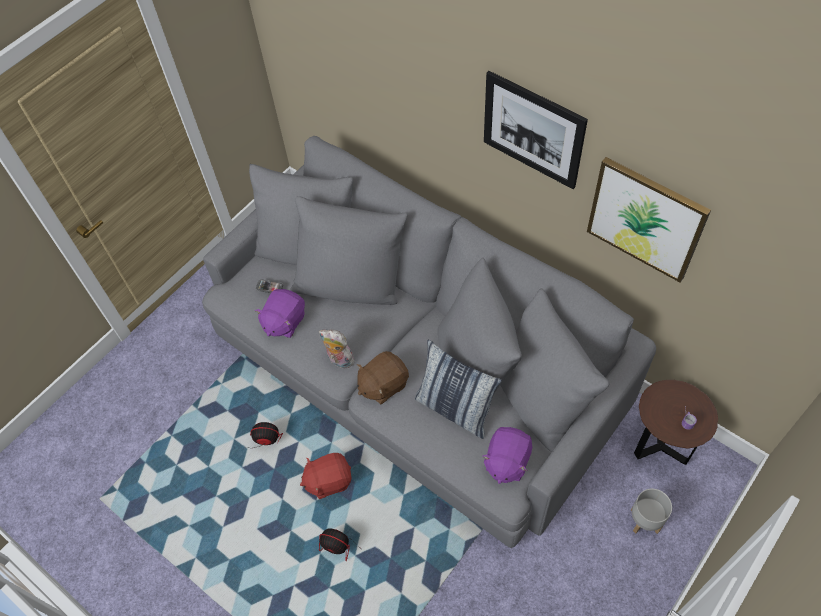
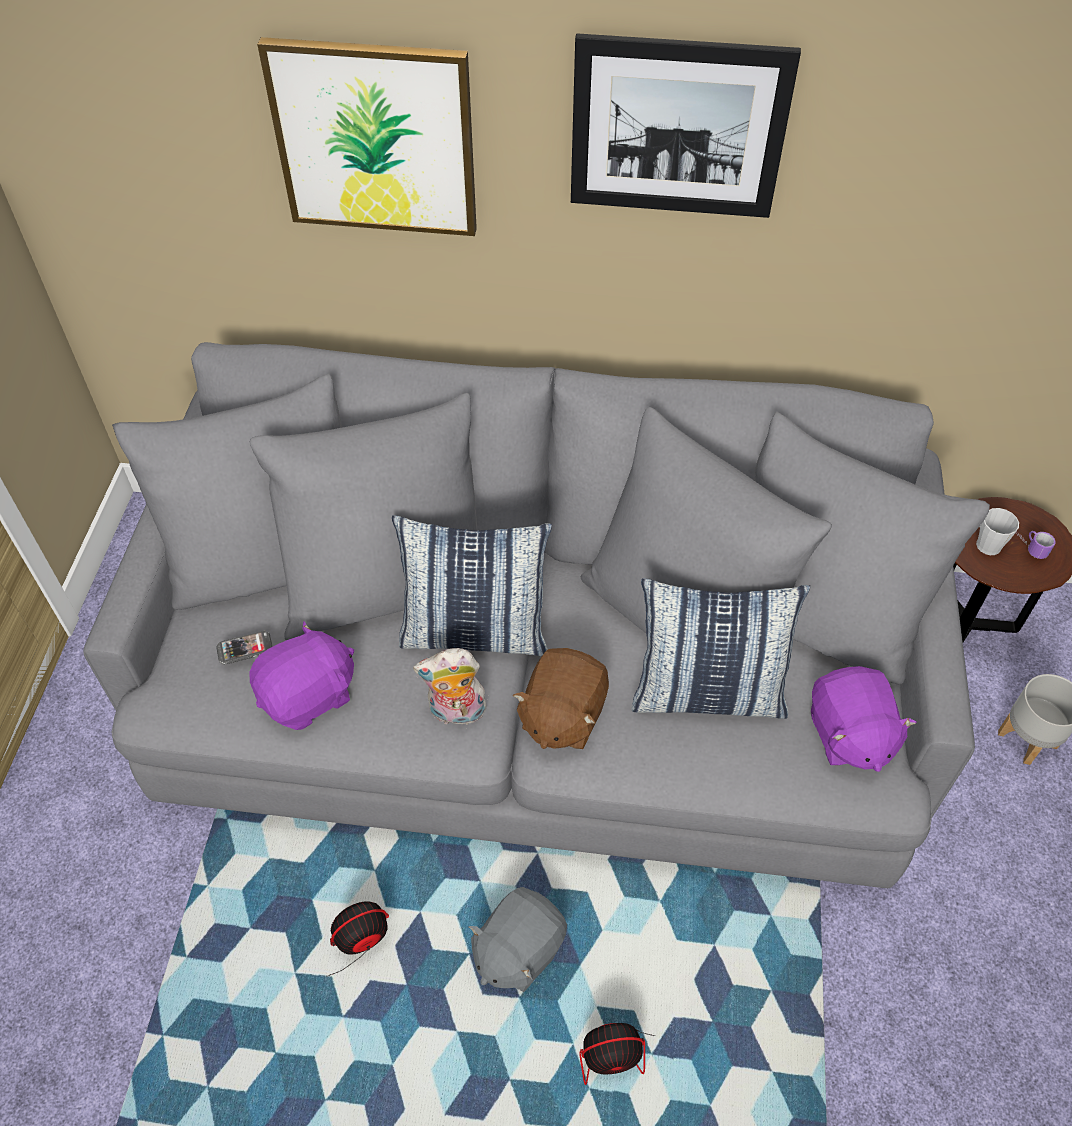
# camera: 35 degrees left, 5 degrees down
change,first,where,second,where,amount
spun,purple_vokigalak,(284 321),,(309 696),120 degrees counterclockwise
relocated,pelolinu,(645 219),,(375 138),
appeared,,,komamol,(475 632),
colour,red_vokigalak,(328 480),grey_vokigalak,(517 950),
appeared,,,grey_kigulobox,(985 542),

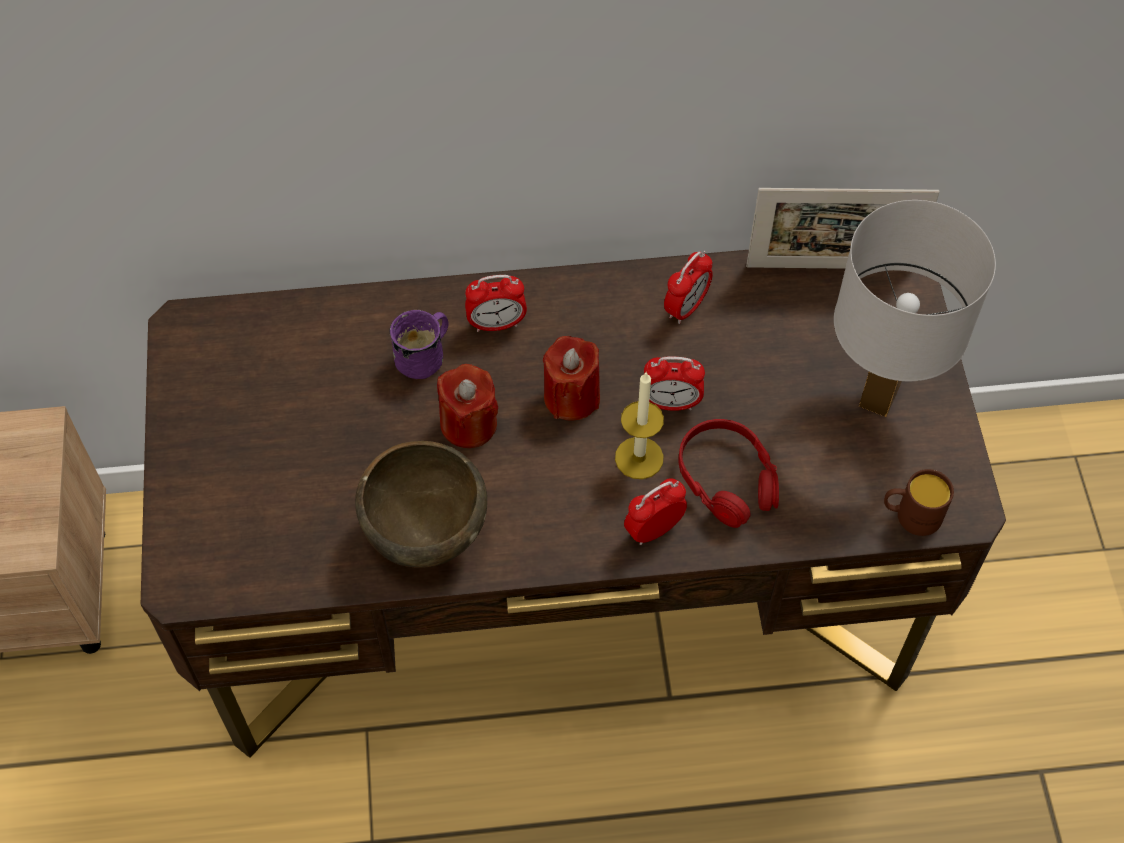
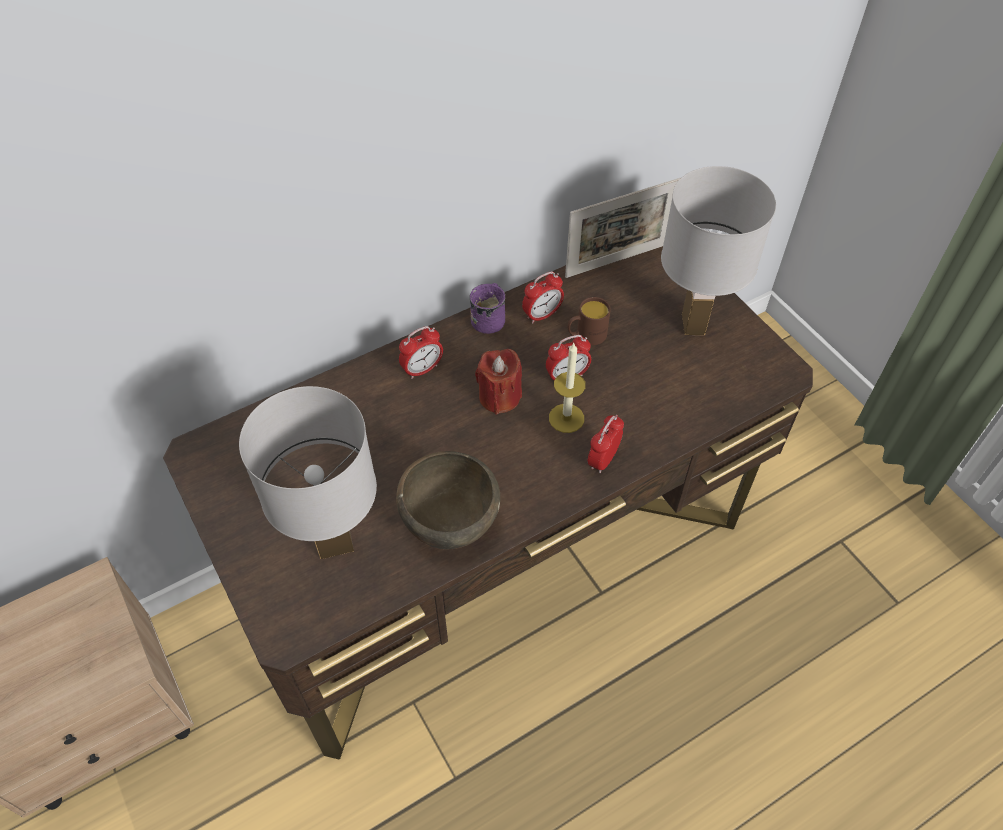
# camera: 25 degrees left, 5 degrees down
change,first,where,second,where,amount
appeared,,,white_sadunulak,(334 546),
relocated,purple_kigulobox,(426 355),,(490 318),
spun,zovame,(686 307),,(542 315),45 degrees clockwise
relocated,brown_kigulobox,(910 515),,(586 336),
missing,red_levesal,(468 424),,,
missing,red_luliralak,(727 480),,,

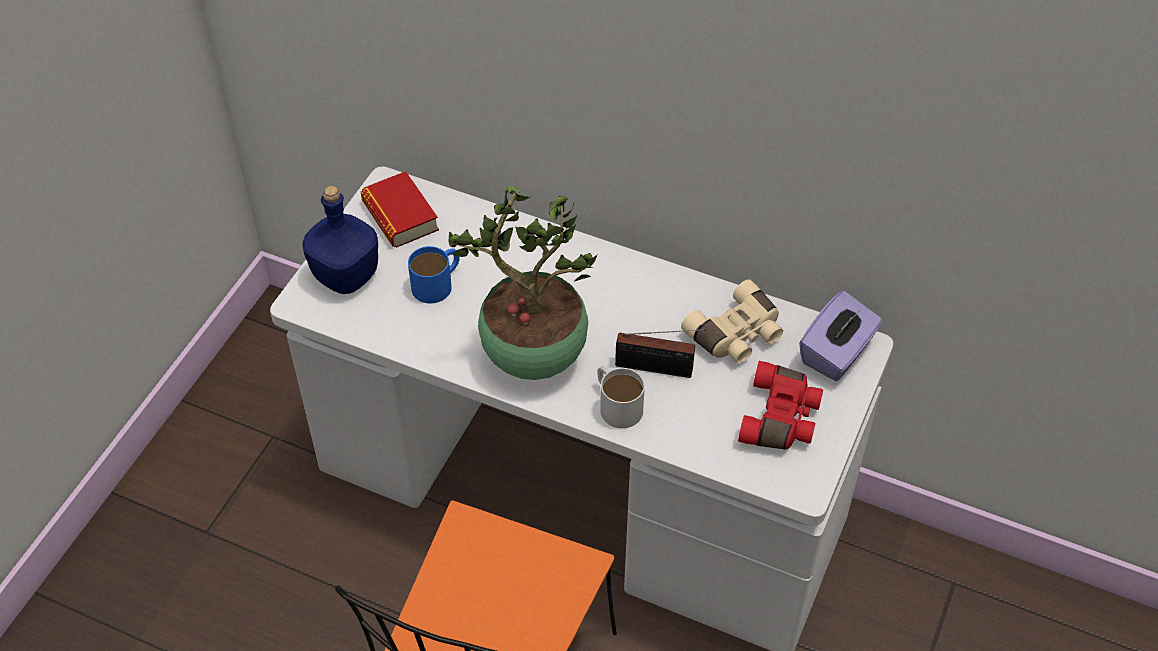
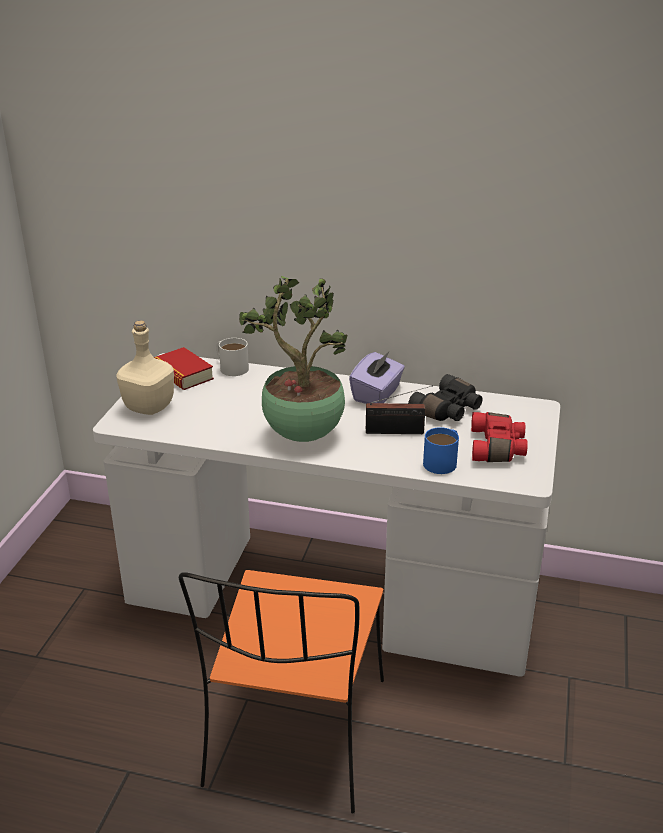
# camera: 10 degrees left, 20 degrees down
change,first,where,second,where,amount
colour,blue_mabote,(347 276),beige_mabote,(150 407),
relocated,white_kigulobox,(616 404),,(230 367),
relocated,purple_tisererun,(837 353),,(377 394),
colour,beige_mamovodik,(737 335),black_mamovodik,(448 410),
relocated,blue_kigulobox,(438 283),,(443 461),

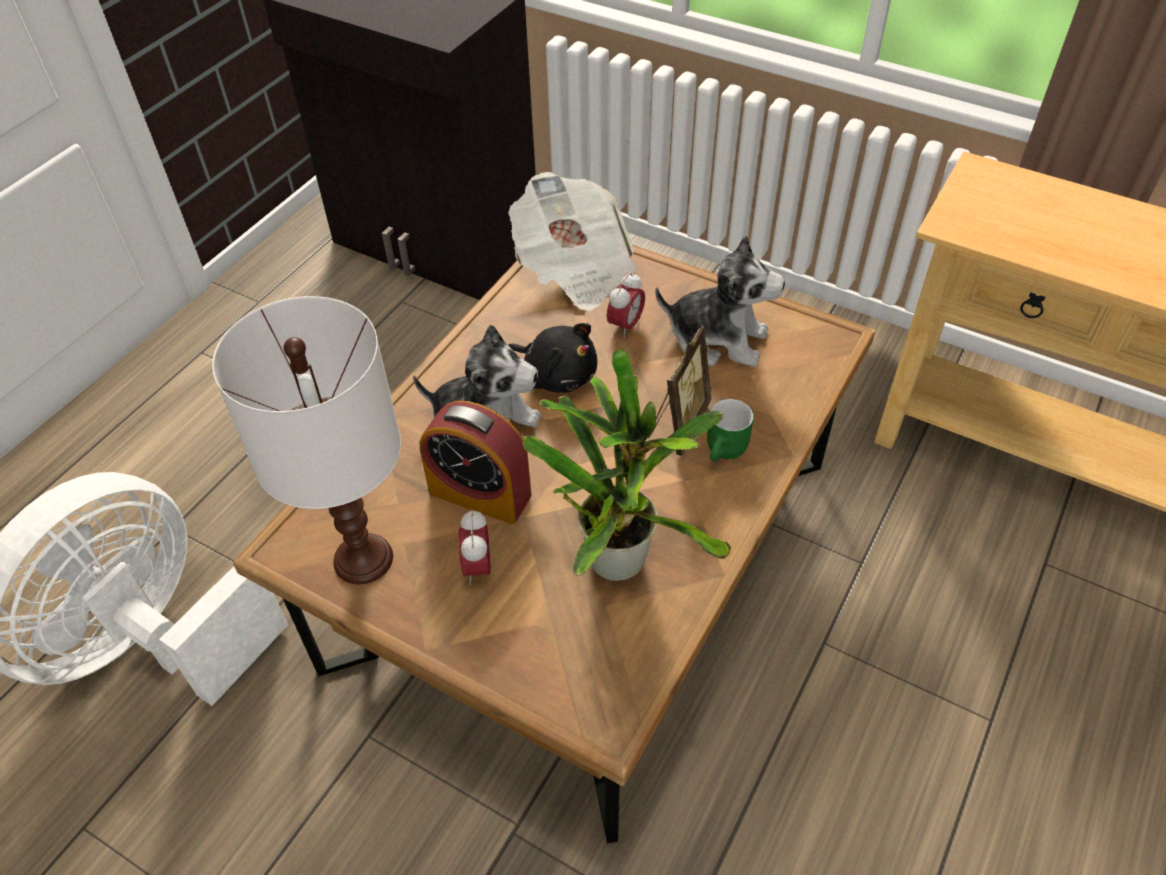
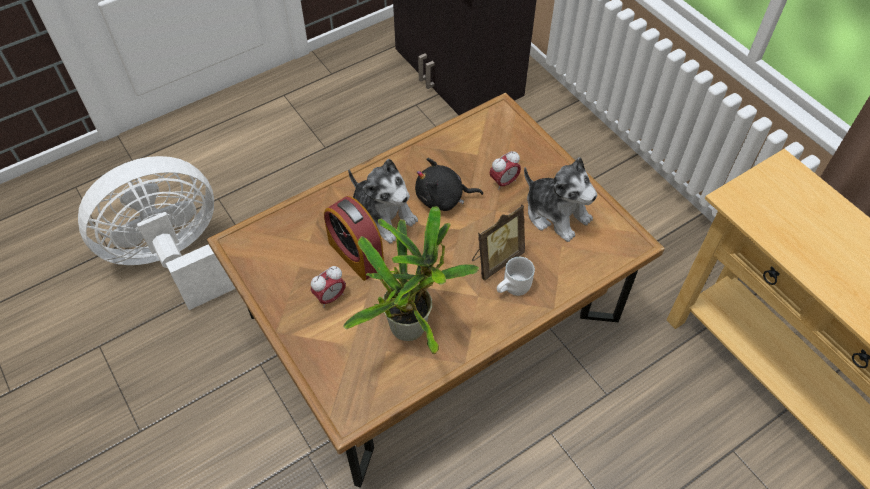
# camera: 25 degrees right, 5 degrees up
change,first,where,second,where,amount
spun,zovame,(478 567),,(330 297),150 degrees counterclockwise
spun,black_vokigalak,(557 374),,(443 198),120 degrees clockwise
colour,green_kigulobox,(727 451),white_kigulobox,(514 289),
missing,white_sadunulak,(363 558),,,
missing,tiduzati,(574 268),,,

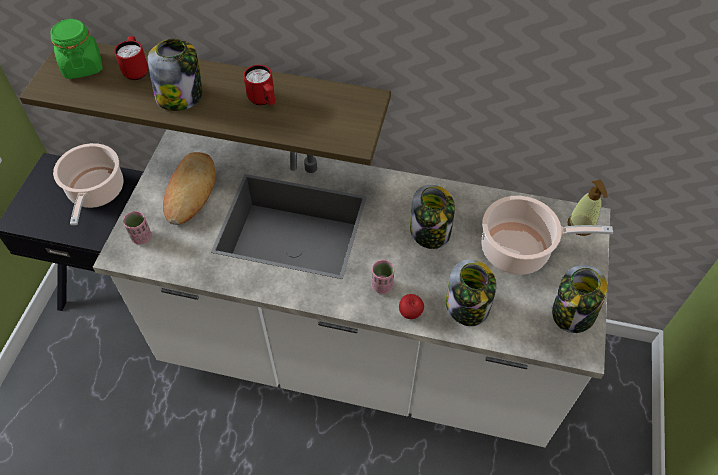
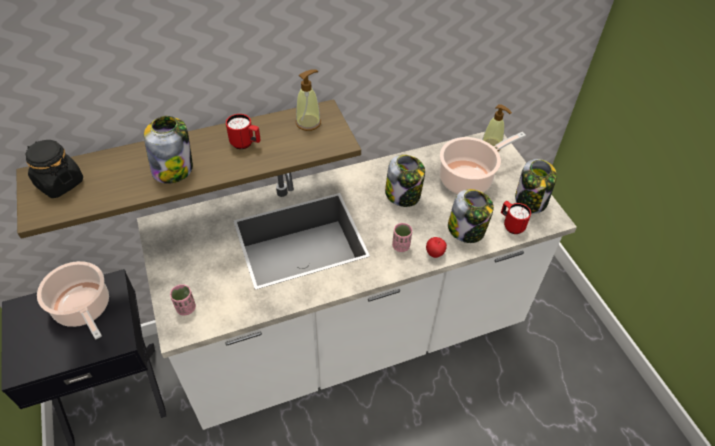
# camera: 35 degrees left, 5 degrees down
change,first,where,second,where,amount
colour,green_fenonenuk,(82 66),black_fenonenuk,(59 183),
appeared,,,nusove,(308 123),
relocated,red_kigulobox,(136 70),,(511 225),
missing,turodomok,(190 191),,,

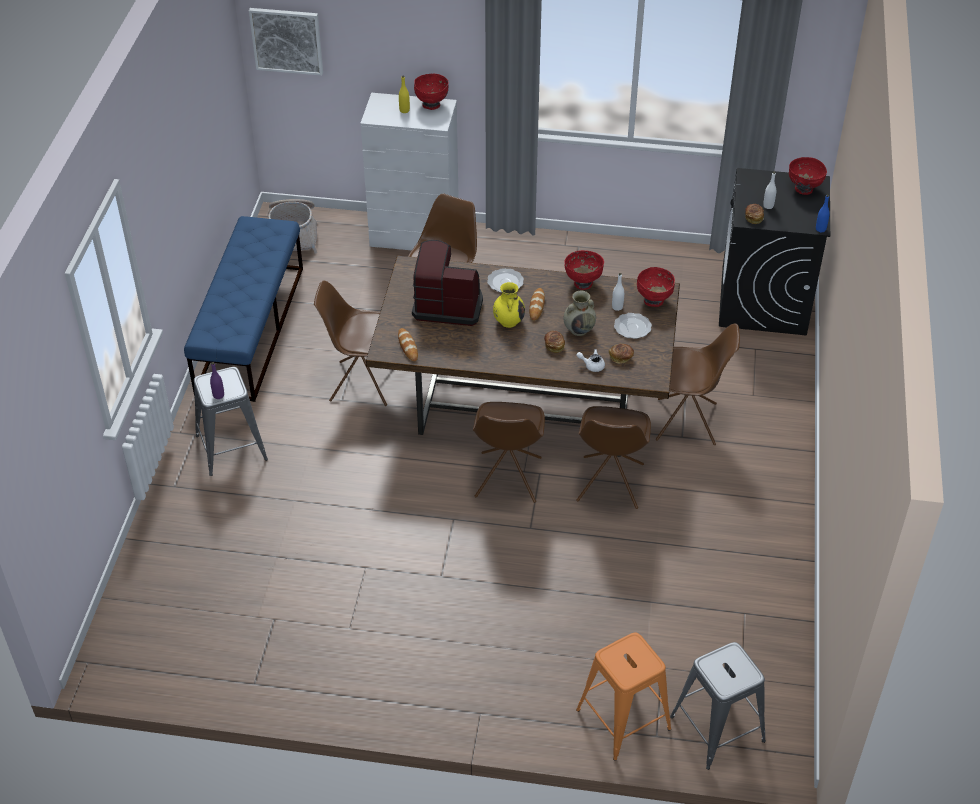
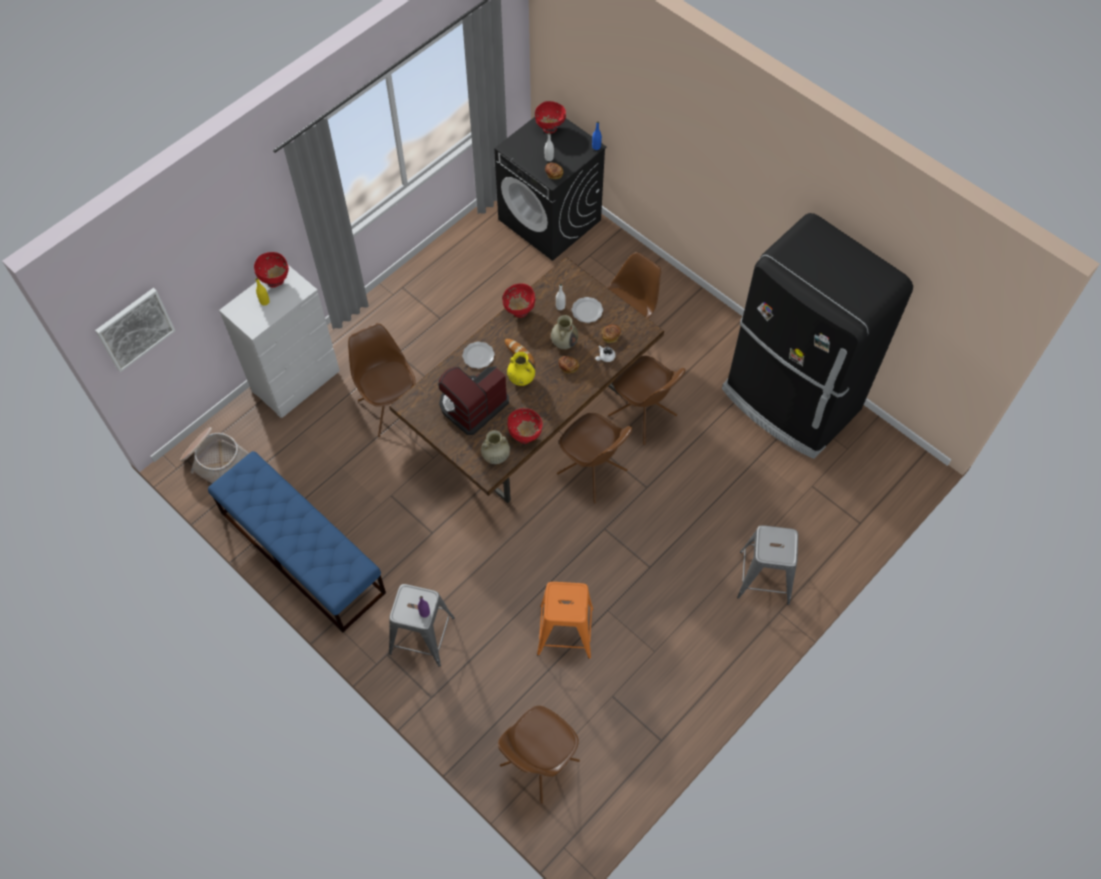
# camera: 55 degrees left, 15 degrees up
change,first,where,second,where,amount
exchanged,turodomok,(408 346),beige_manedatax,(495 456),
relocated,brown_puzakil,(361 383),,(538 764),
relocated,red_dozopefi,(654 301),,(525 435),
relocated,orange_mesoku,(622 719),,(565 631),
appeared,,,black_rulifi,(790 401),
relocated,grey_mesoku,(716 728),,(764 577),

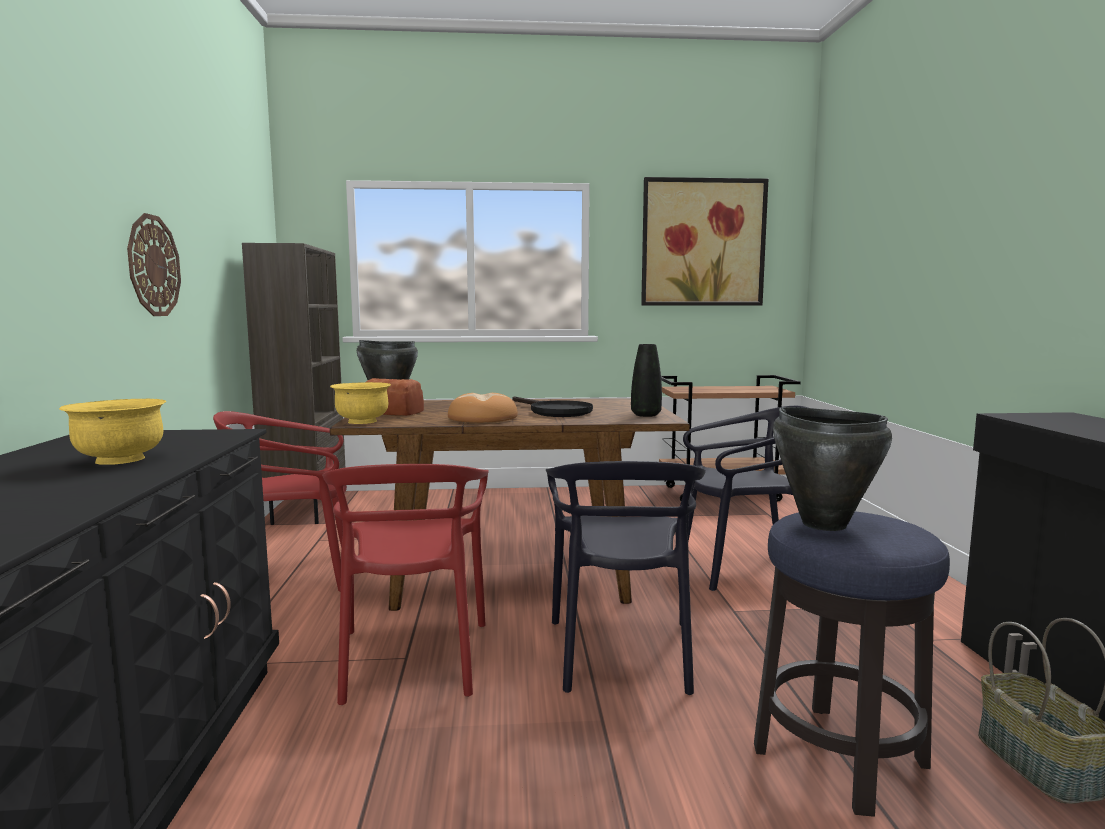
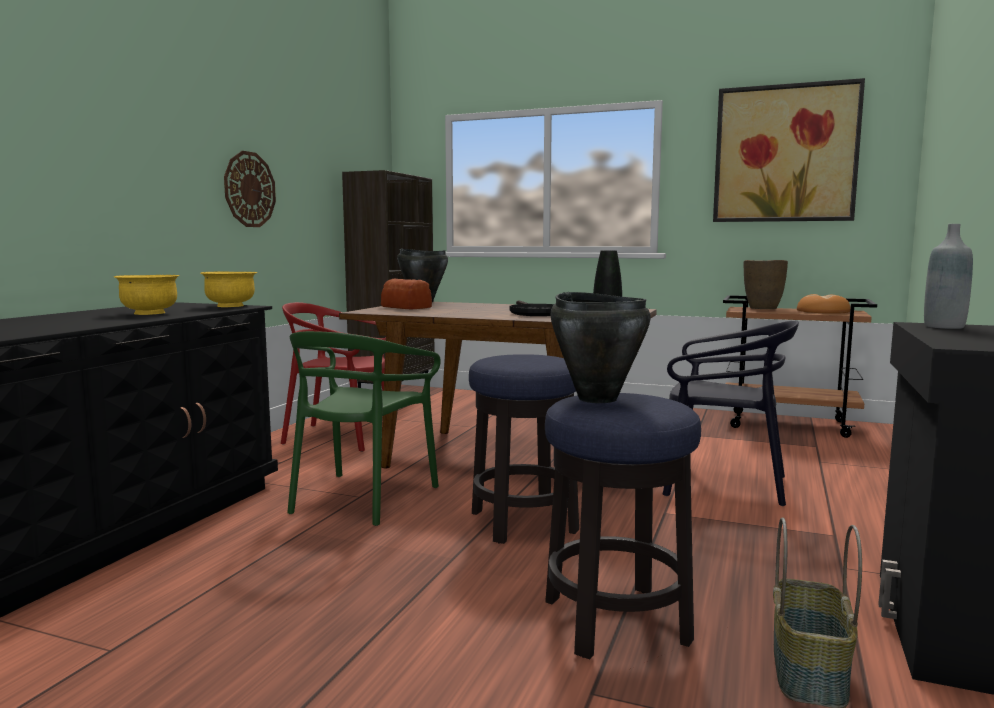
# camera: 25 degrees right, 0 degrees up
change,first,where,second,where,amount
relocated,yellow_dozopefi,(362 421),,(230 306),
colour,red_puzakil,(412 659),green_puzakil,(362 498),
exchanged,black_puzakil,(622 653),mesoku,(523 523),
appeared,,,brown_manedatax,(762 308),
relocated,turodomok,(483 418),,(823 311),
appeared,,,grey_mabote,(944 327),

